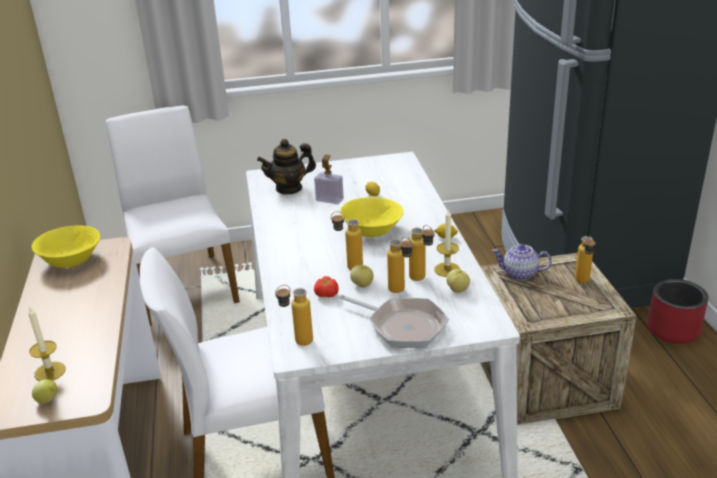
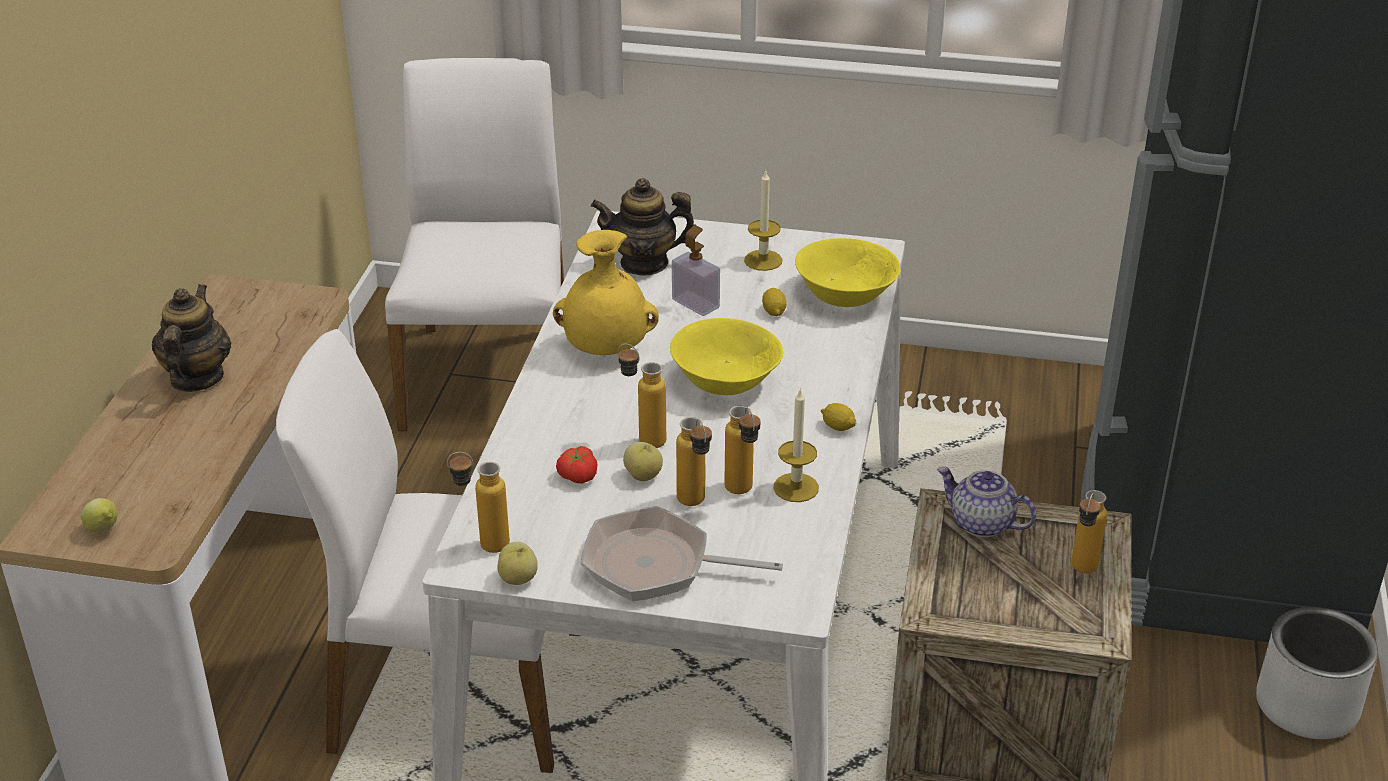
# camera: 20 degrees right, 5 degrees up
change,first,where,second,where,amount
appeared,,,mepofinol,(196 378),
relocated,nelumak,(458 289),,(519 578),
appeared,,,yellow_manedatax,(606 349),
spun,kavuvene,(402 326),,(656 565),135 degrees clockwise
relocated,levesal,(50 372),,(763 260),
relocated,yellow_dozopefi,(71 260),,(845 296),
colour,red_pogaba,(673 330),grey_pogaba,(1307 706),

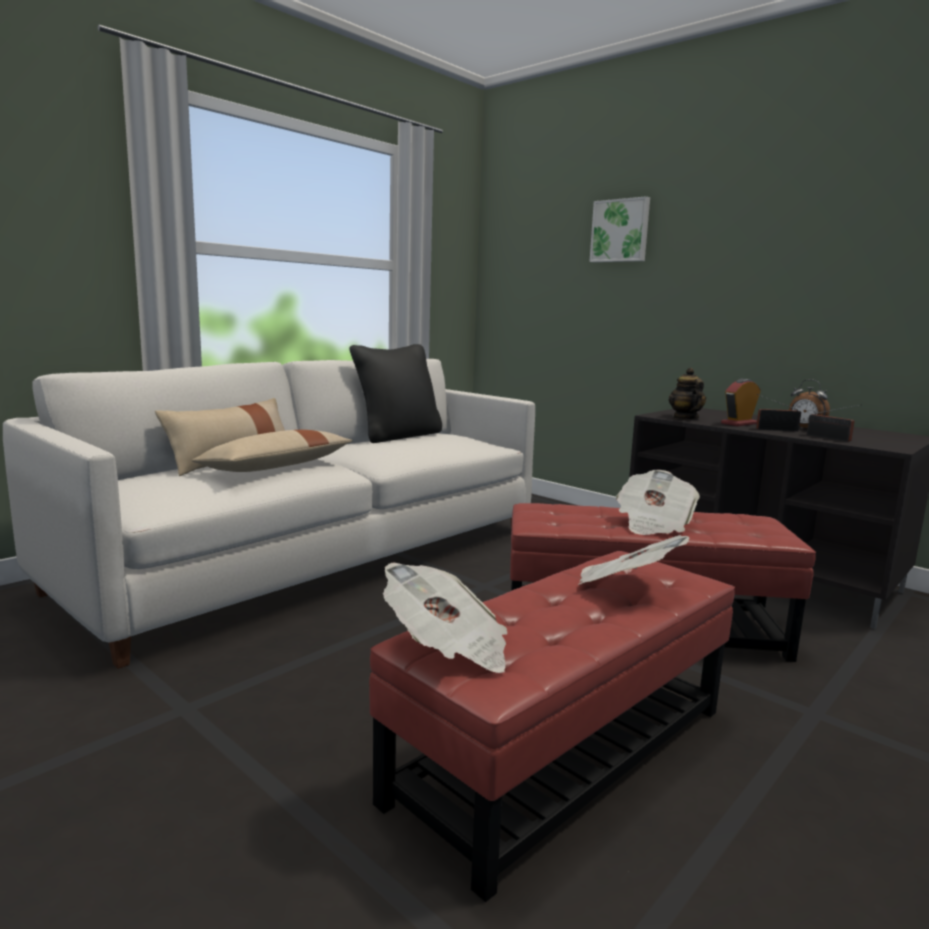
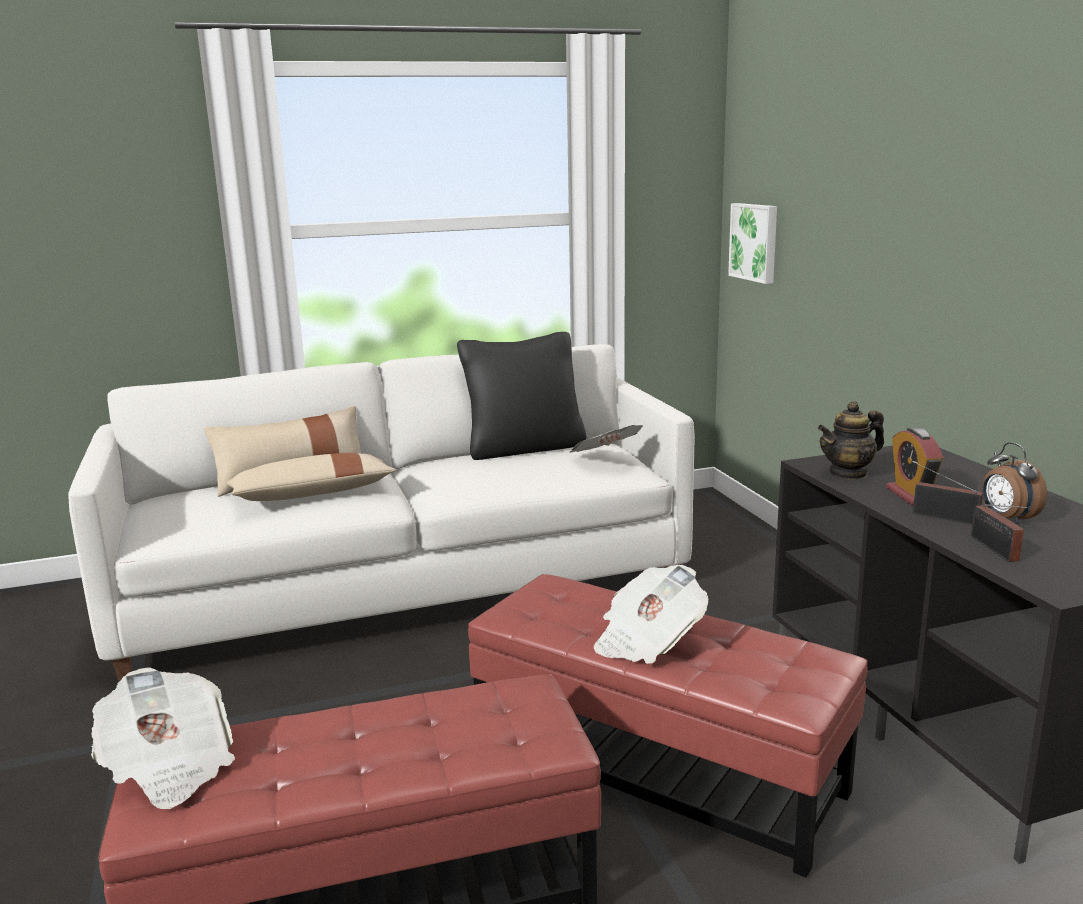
# camera: 30 degrees right, 5 degrees up
change,first,where,second,where,amount
relocated,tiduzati,(625 587),,(605 458),
relocated,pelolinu,(620 231),,(755 242),
spun,mepofinol,(685 418),,(848 473),135 degrees counterclockwise
spun,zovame,(739 423),,(911 495),90 degrees counterclockwise

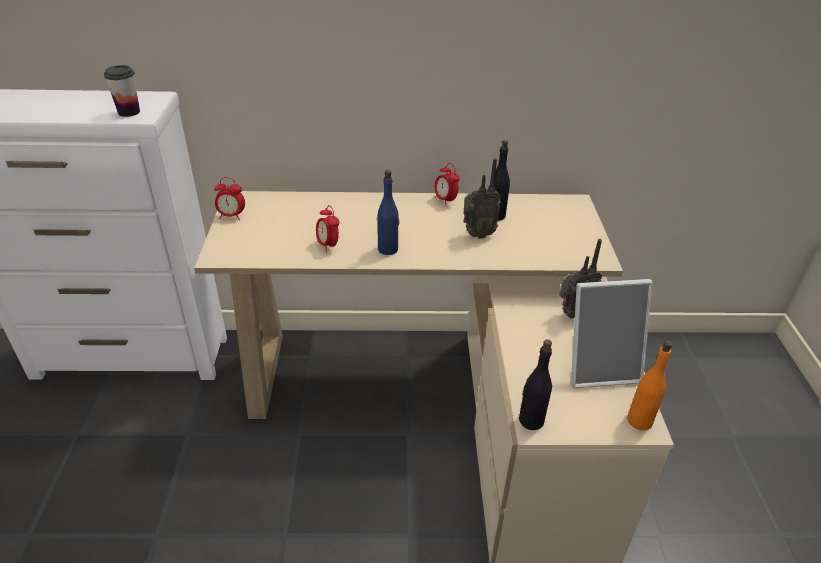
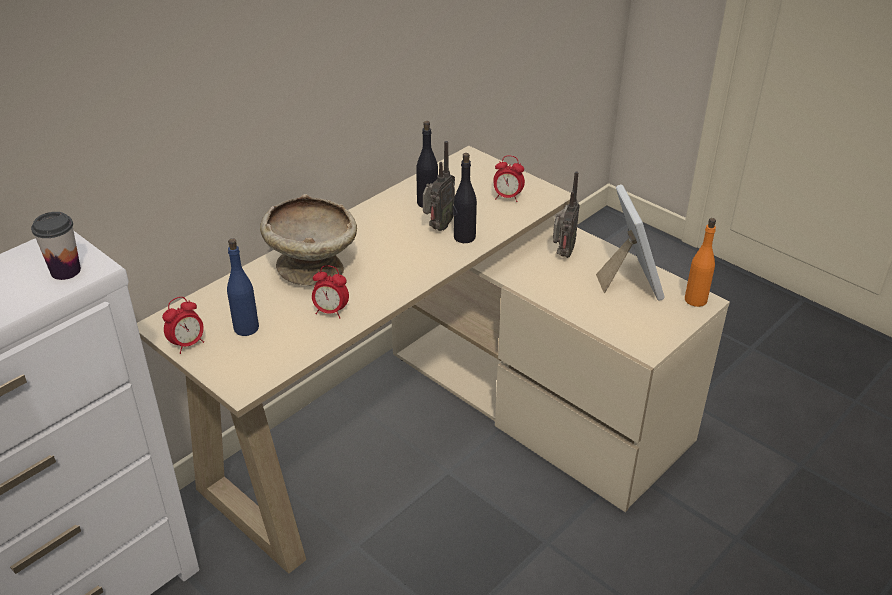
# camera: 45 degrees left, 0 degrees up
change,first,where,second,where,amount
relocated,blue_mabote,(388 249),,(246 328),
appeared,,,beige_dozopefi,(313 268),
relocated,black_mabote,(531 420),,(464 237),
relocated,zovame,(445 200),,(507 197),
spun,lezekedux,(599 367),,(629 281),45 degrees counterclockwise

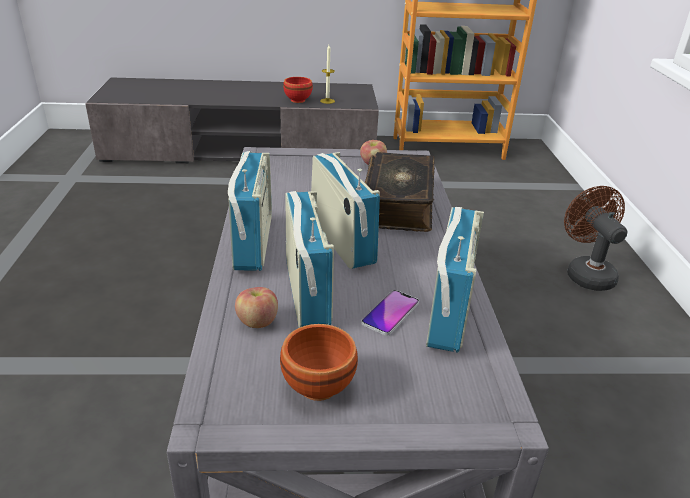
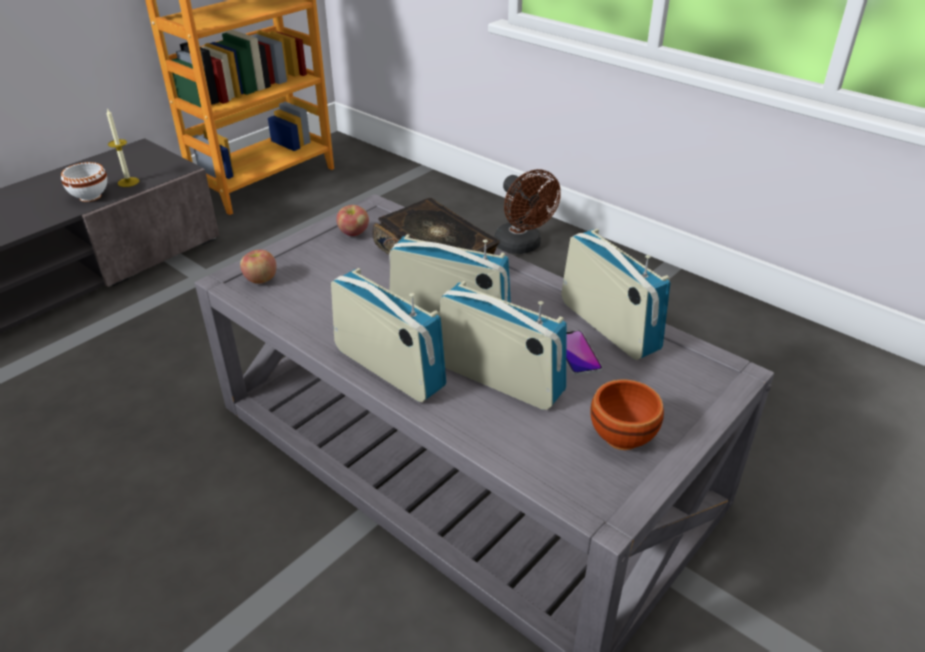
# camera: 45 degrees left, 5 degrees up
change,first,where,second,where,amount
colour,red_dozopefi,(297 100),white_dozopefi,(89 197),
relocated,nelumak,(257 322),,(260 279),
spun,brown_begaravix,(586 273),,(522 247),150 degrees counterclockwise

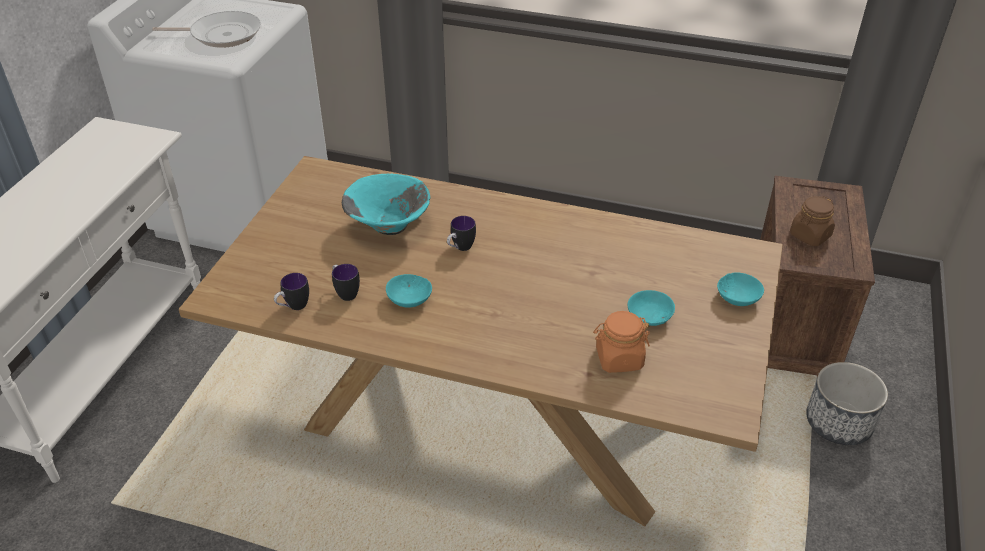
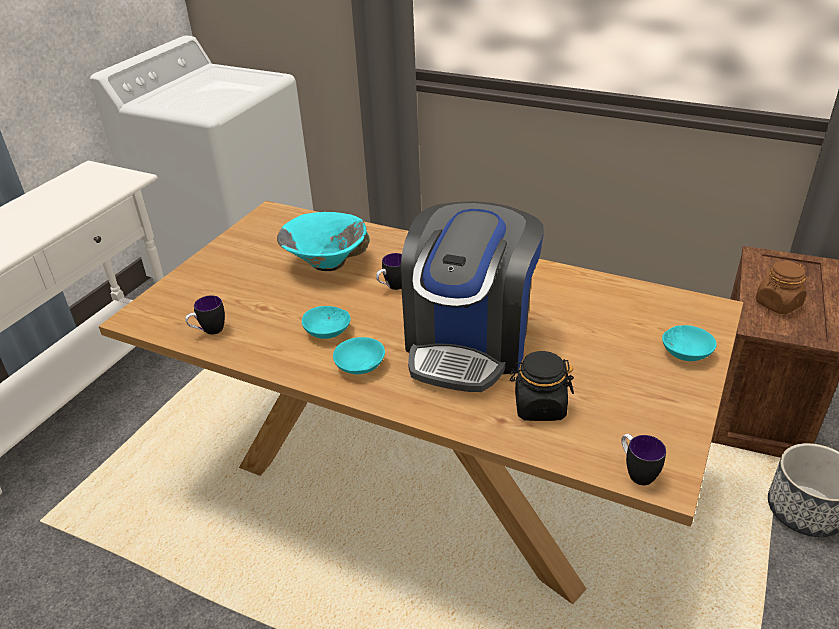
# camera: 10 degrees right, 5 degrees down
change,first,where,second,where,amount
relocated,turquoise_dozopefi,(649 315),,(360 364),
appeared,,,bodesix,(469 343),
colour,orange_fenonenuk,(619 358),black_fenonenuk,(539 407),
relocated,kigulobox,(345 292),,(636 472),
missing,kavuvene,(222 35),,,

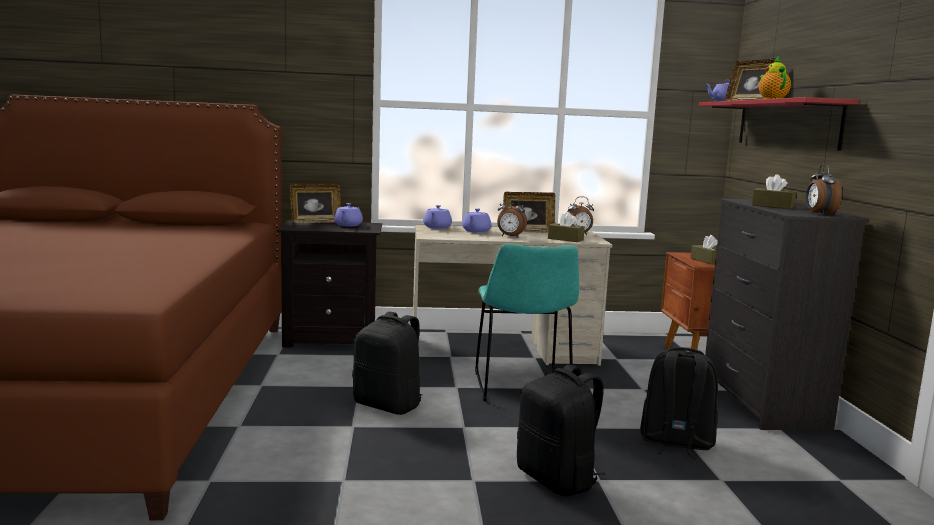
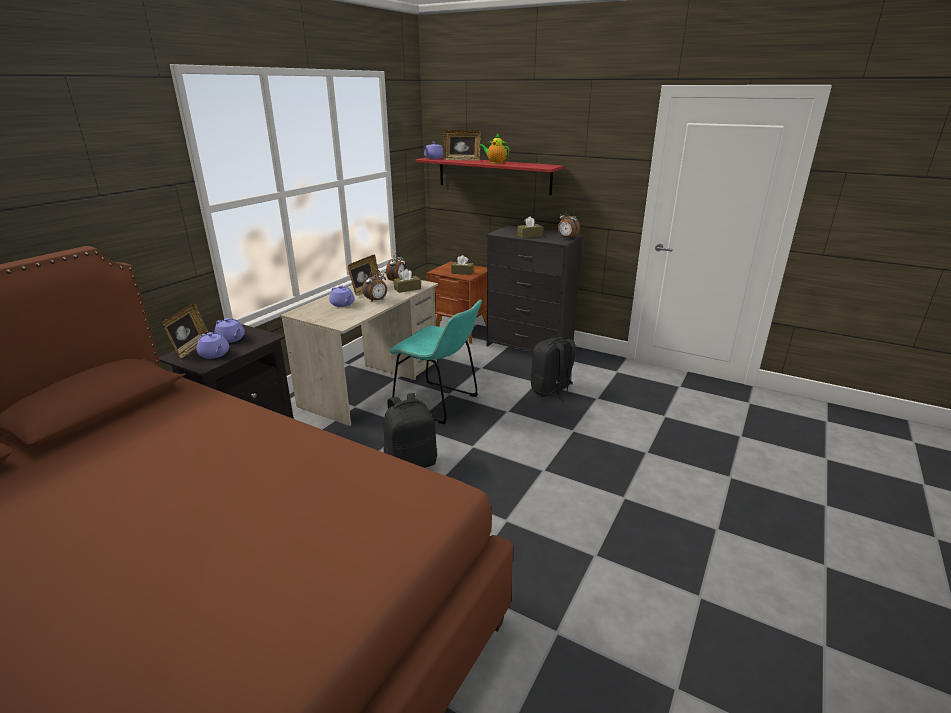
# camera: 55 degrees left, 15 degrees up
change,first,where,second,where,amount
relocated,purple_mepofinol,(437 227),,(214 354),
missing,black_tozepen,(558 480),,,

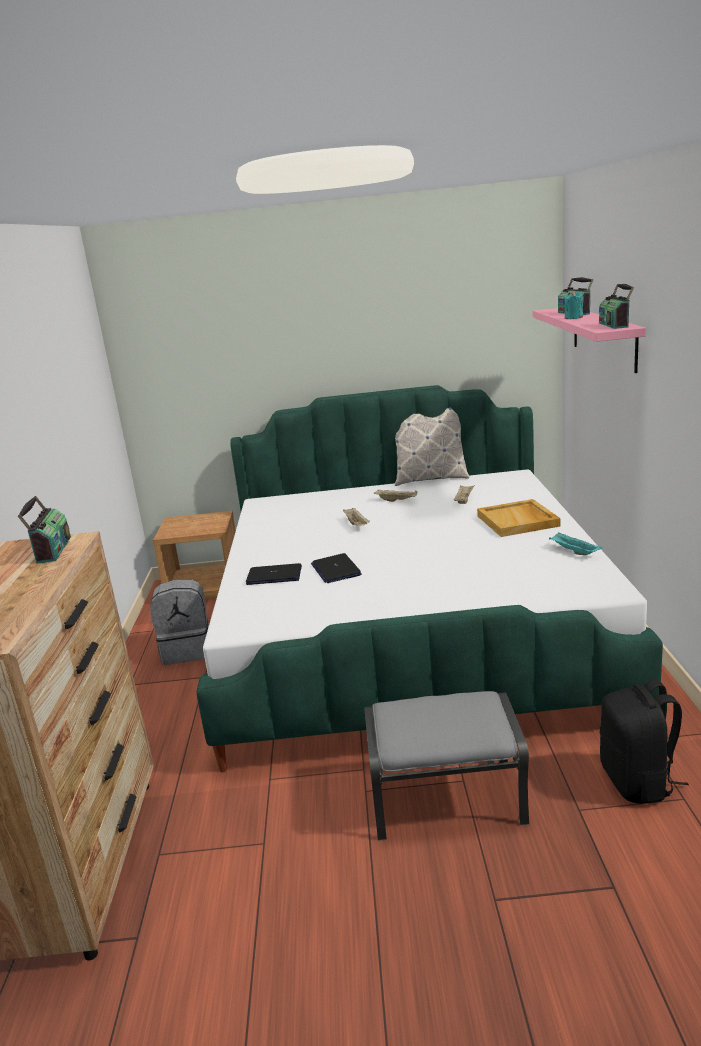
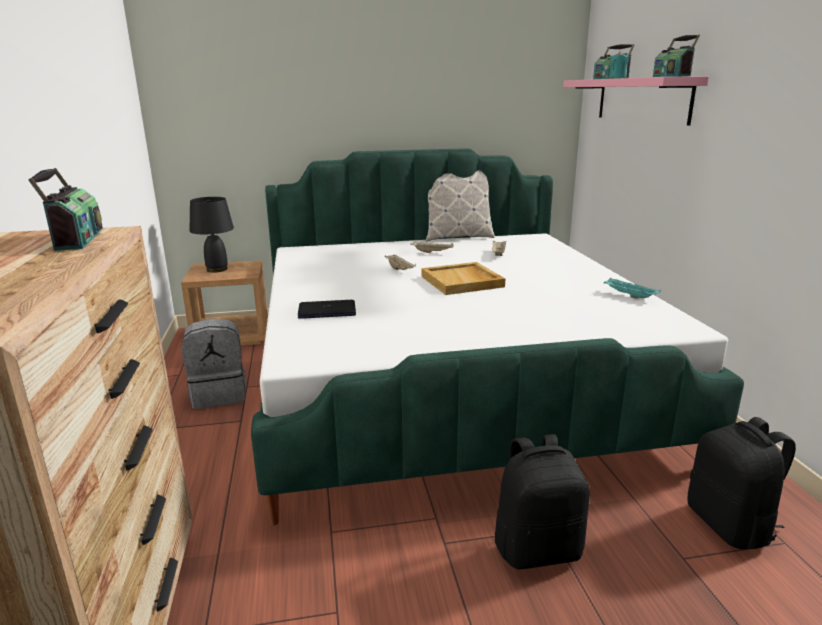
# camera: 10 degrees left, 0 degrees up
change,first,where,second,where,amount
appeared,,,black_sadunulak,(216 269),
relocated,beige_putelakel,(518 521),,(462 281),
exchanged,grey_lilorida,(447 798),black_tozepen,(537 549),
missing,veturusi,(335 569),,,

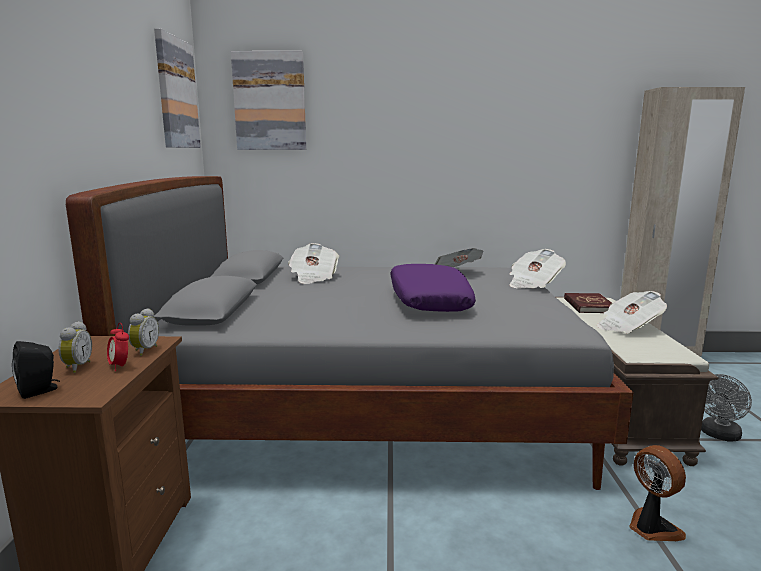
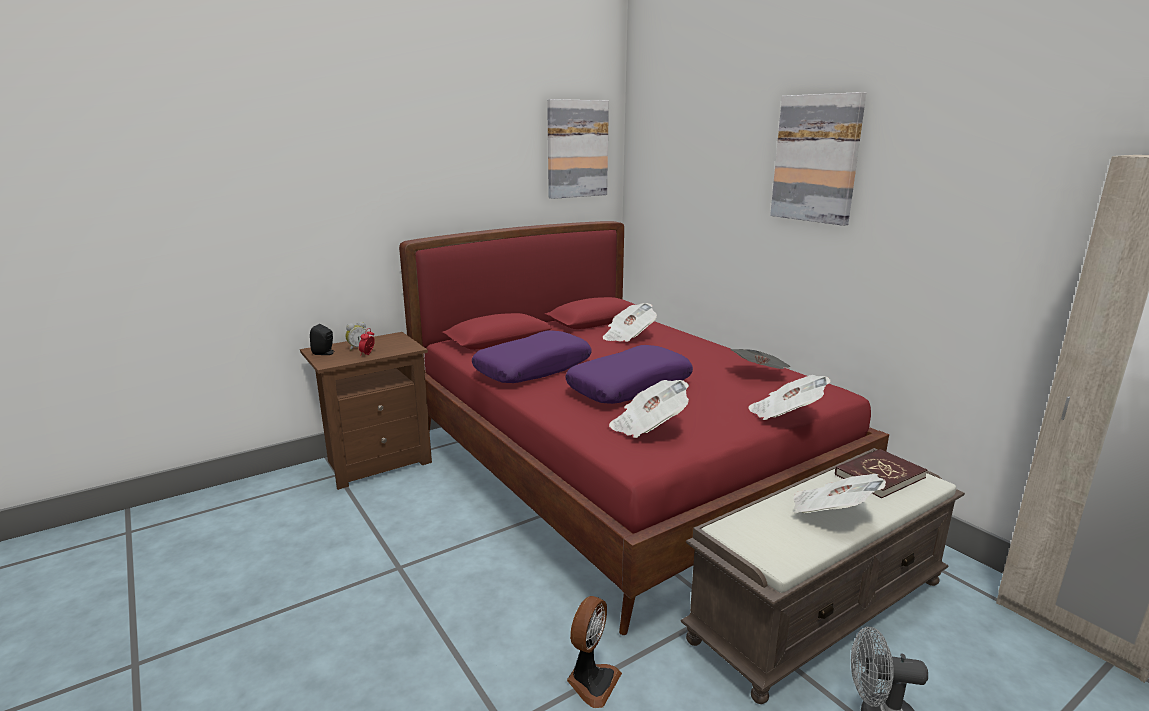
# camera: 55 degrees right, 5 degrees up
change,first,where,second,where,amount
colour,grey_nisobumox,(368 405),red_nisobumox,(618 472),
appeared,,,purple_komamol,(533 368),
appeared,,,tiduzati,(648 426),
relocated,pelolinu,(270 101),,(816 159),
missing,zovame,(144 351),,,

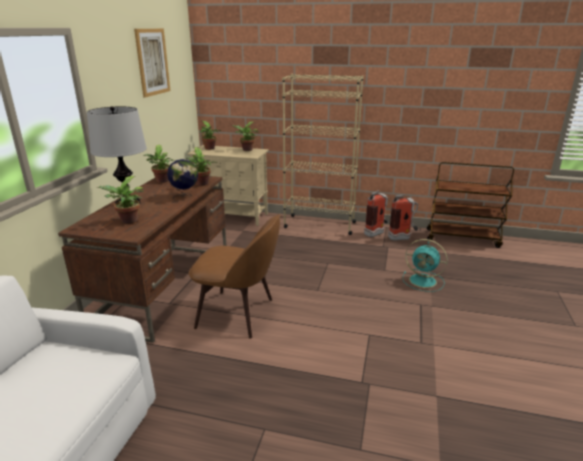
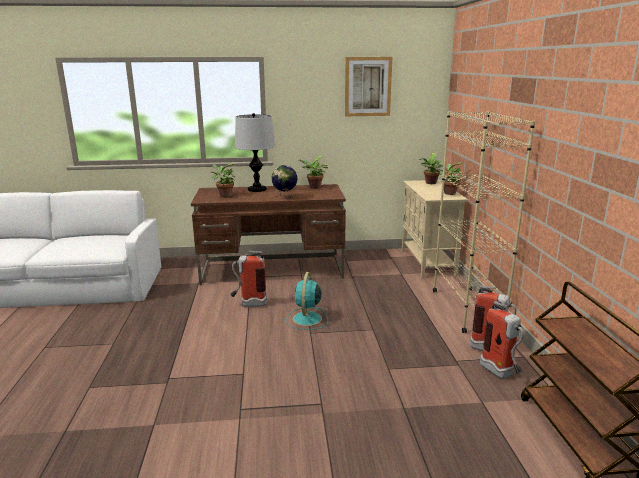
# camera: 70 degrees right, 5 degrees down
change,first,where,second,where,amount
exchanged,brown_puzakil,(238 314),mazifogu,(249 304),
relocated,turquoise_begaravix,(424 281),,(307 319),
missing,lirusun,(202 184),,,

